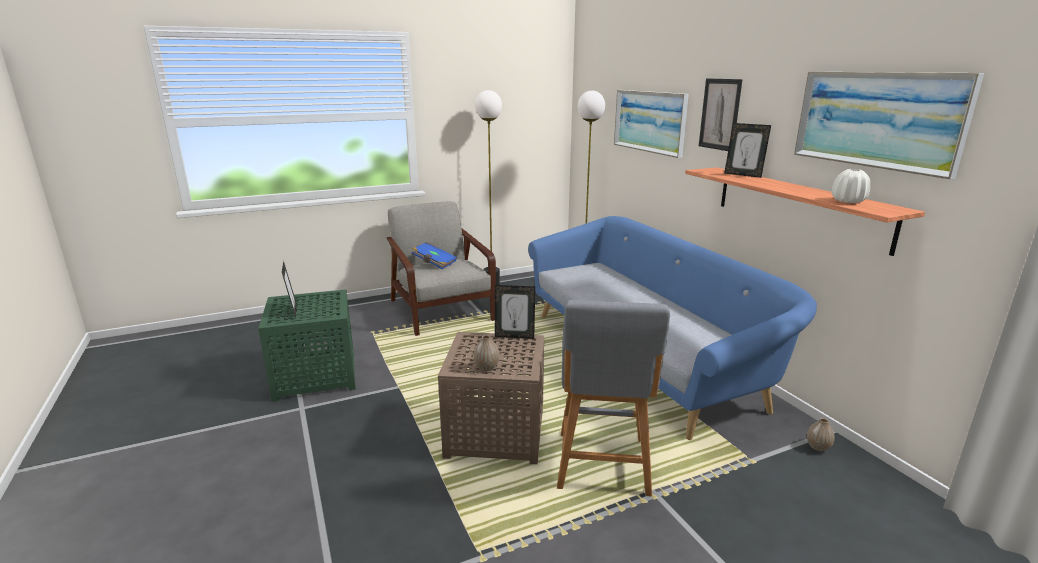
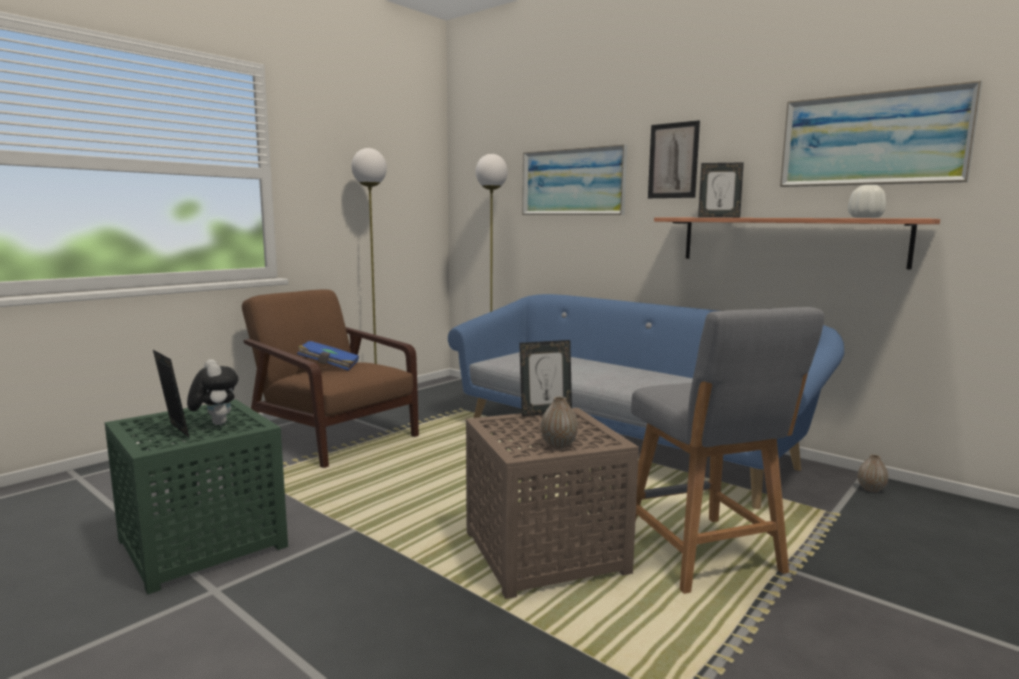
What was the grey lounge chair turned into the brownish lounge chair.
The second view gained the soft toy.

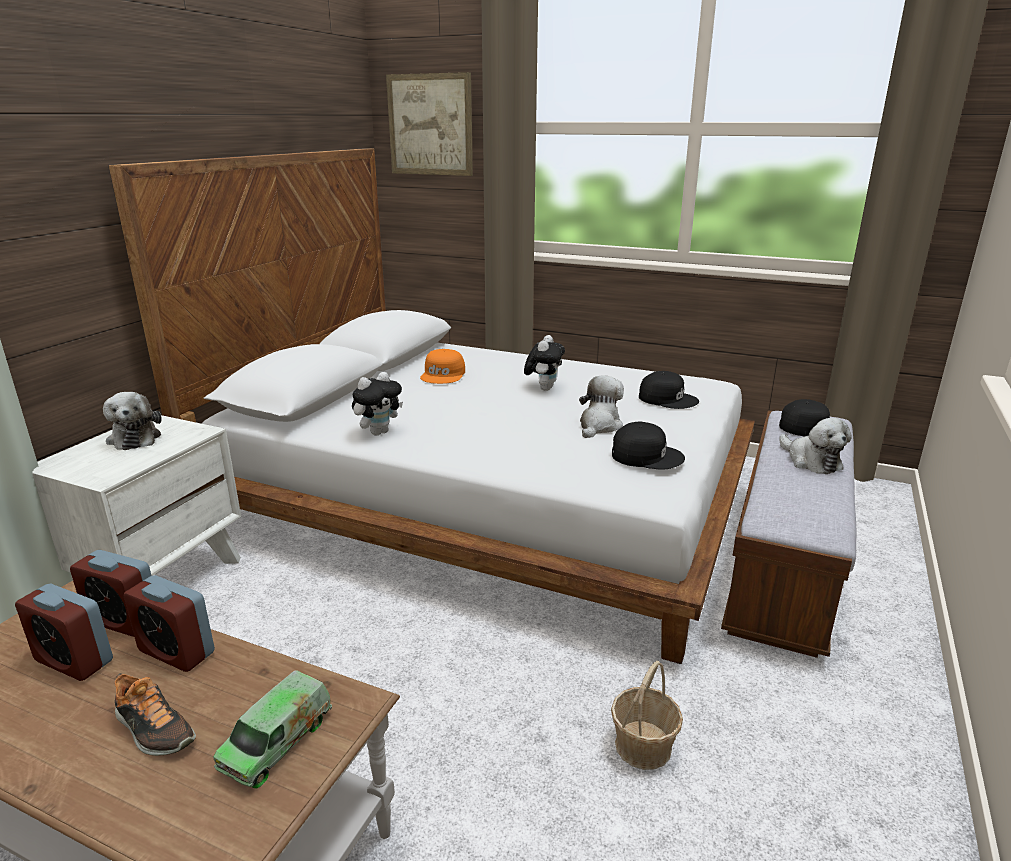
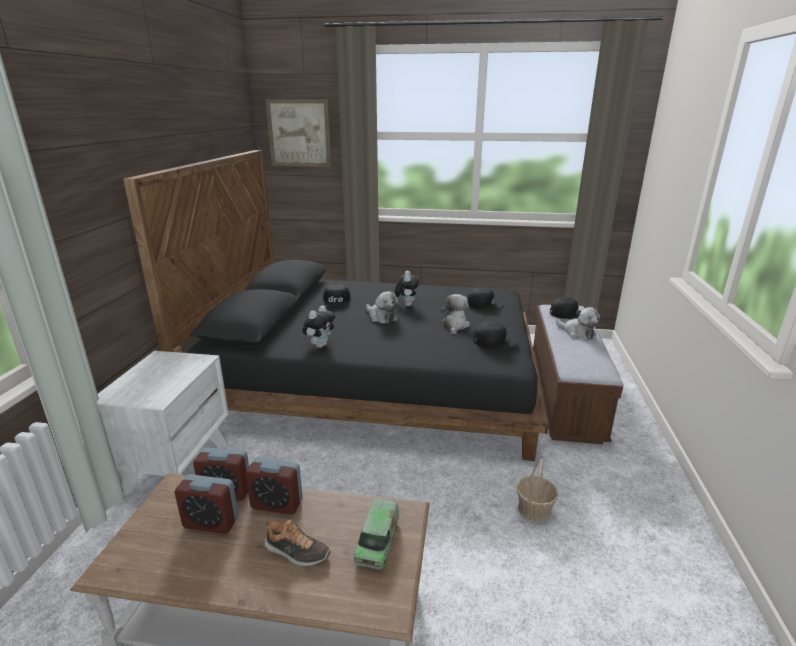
What was the white bed turned into the blackish bed.
What was the orange peaked cap turned into the blackish peaked cap (1st from left).
The soft toy (1st from left in the first image) ended up elsewhere.

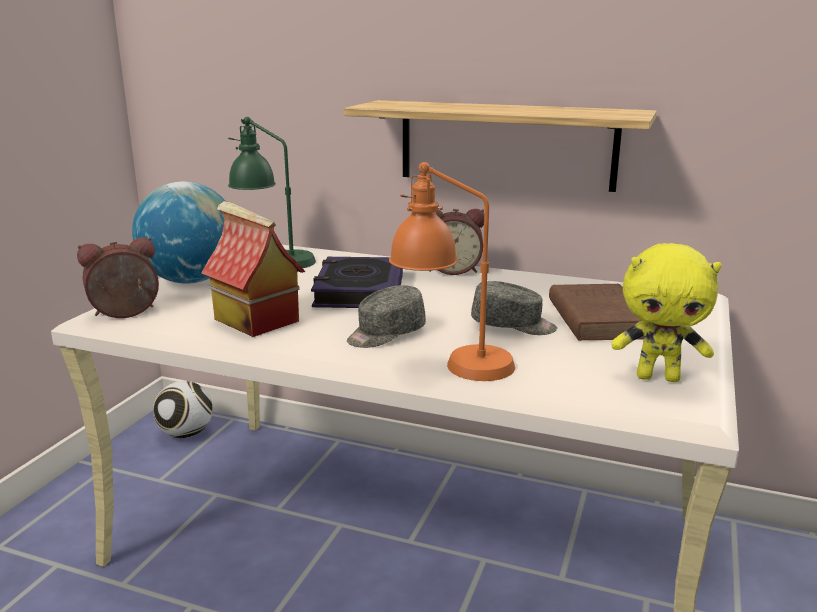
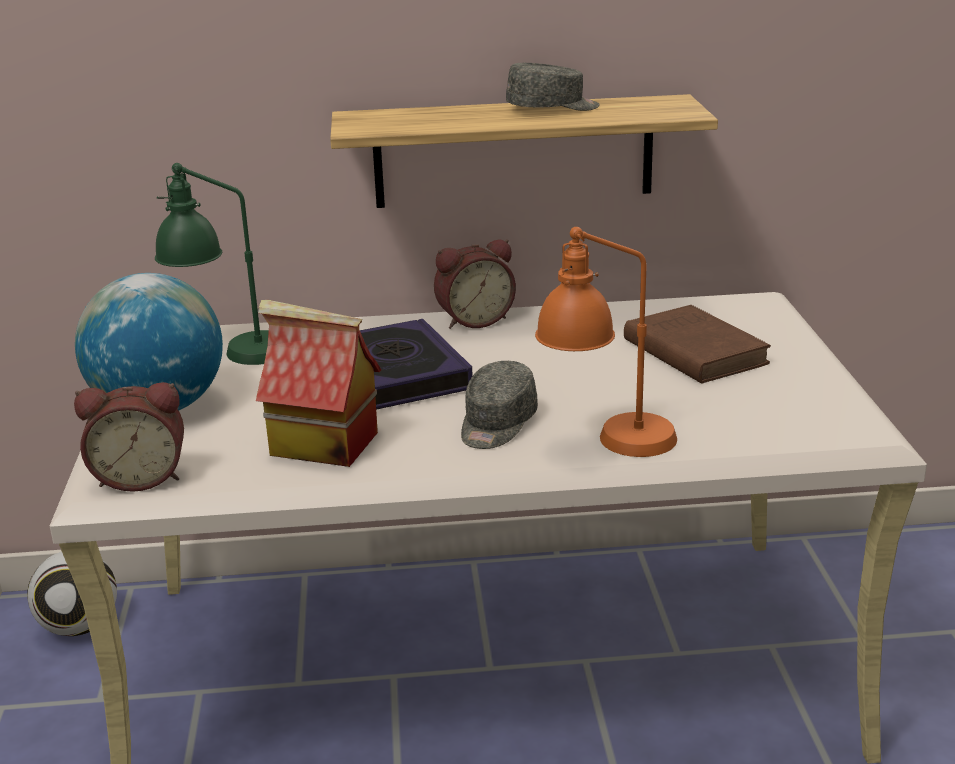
The table clock (1st from left) ended up facing another way, 135 degrees counterclockwise from before.
The second view lost the yellow-coloured soft toy.
The grey peaked cap (2nd from left) ended up elsewhere.

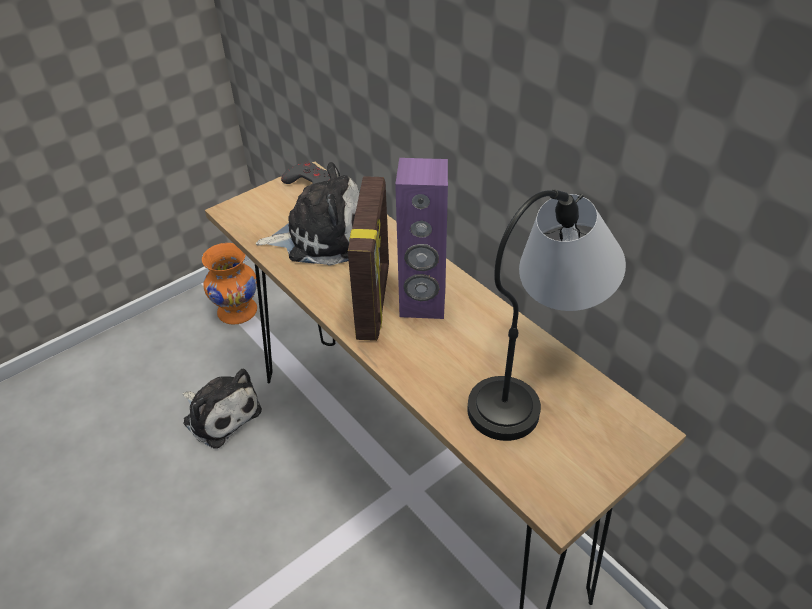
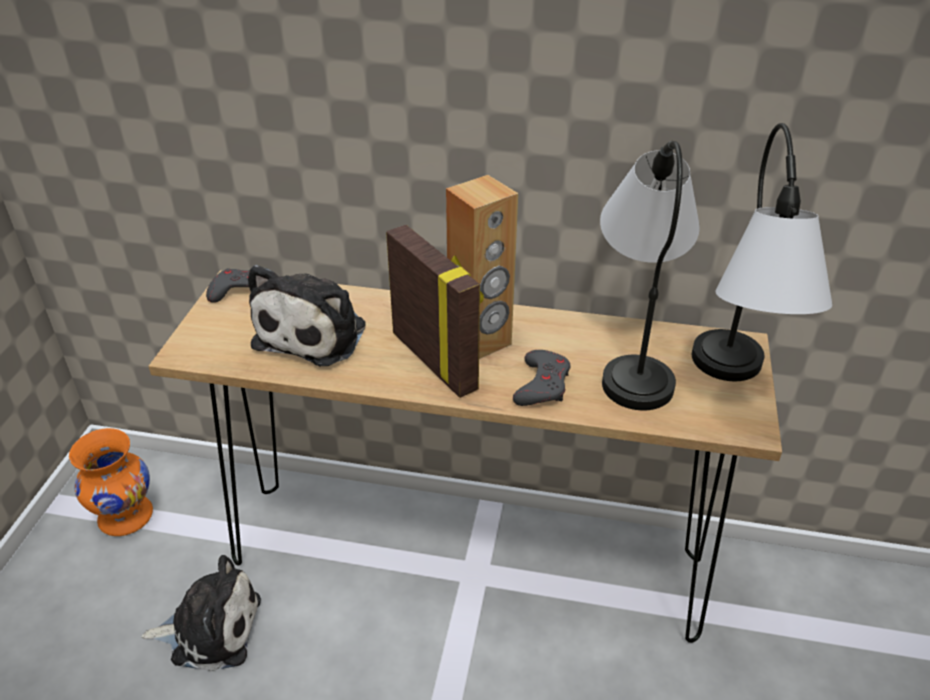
What was the purple speaker turned into the brownish speaker.
The soft toy (2nd from left) ended up facing another way, 150 degrees clockwise from before.
The second view gained the table lamp (2nd from left).
The second view gained the grey gamepad (2nd from left).

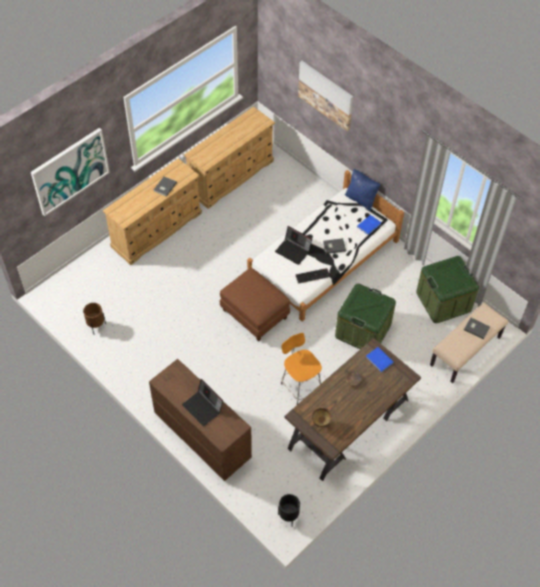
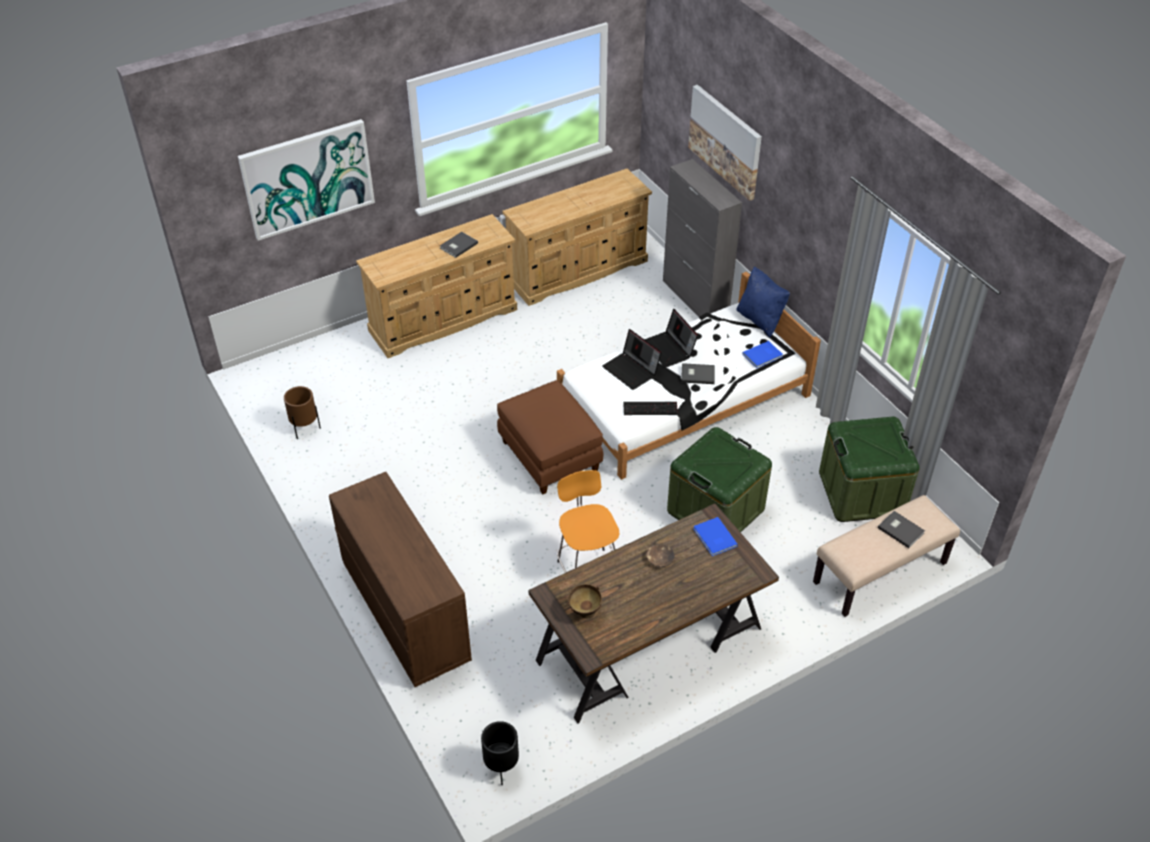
The portable computer (1st from left in the first image) ended up elsewhere.
The second view gained the grey cupboard.

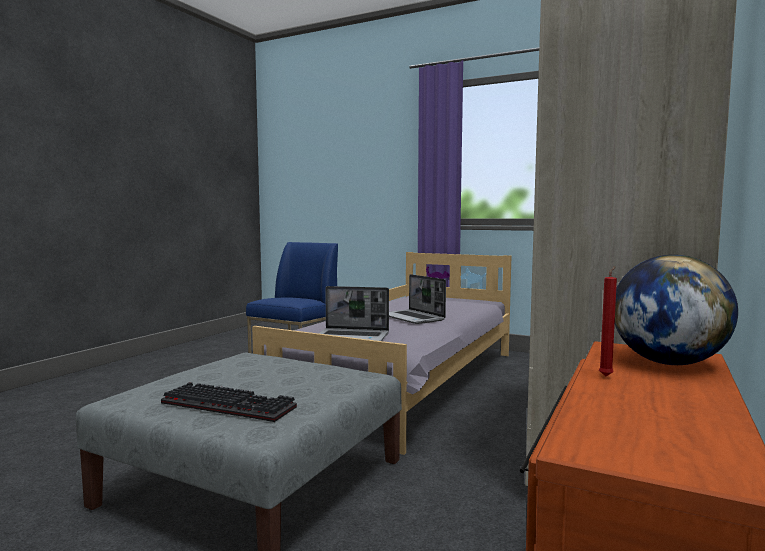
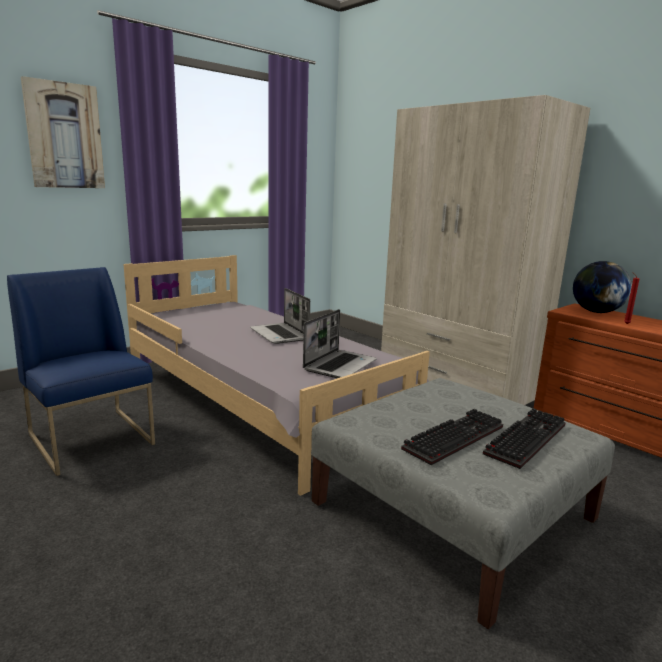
The portable computer (2nd from left in the first image) ended up facing another way, 75 degrees clockwise from before.
The second view gained the wall picture.
The second view gained the computer keyboard (1st from left).

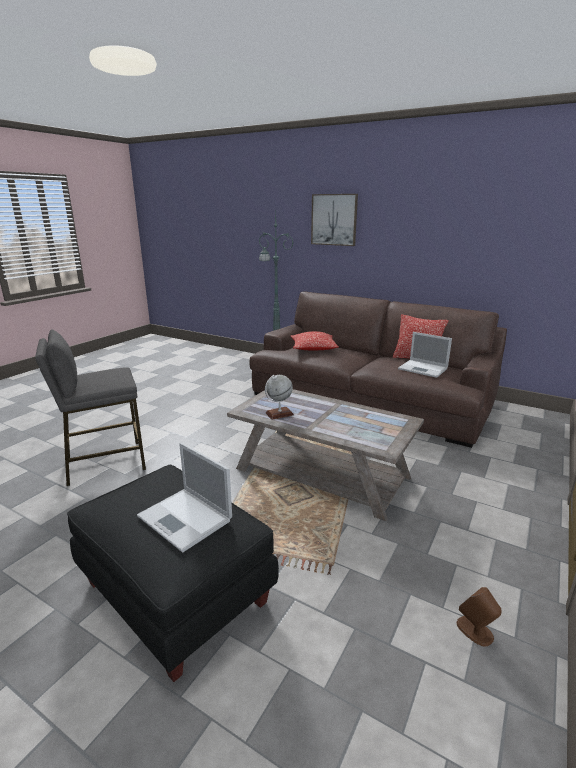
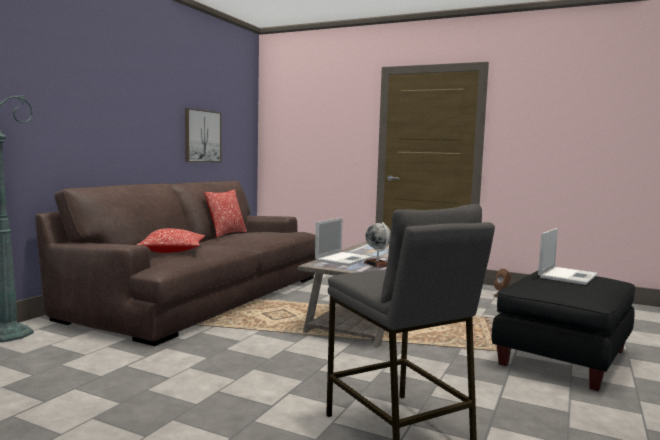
The wall picture ended up elsewhere.
The portable computer (2nd from left in the first image) ended up elsewhere.

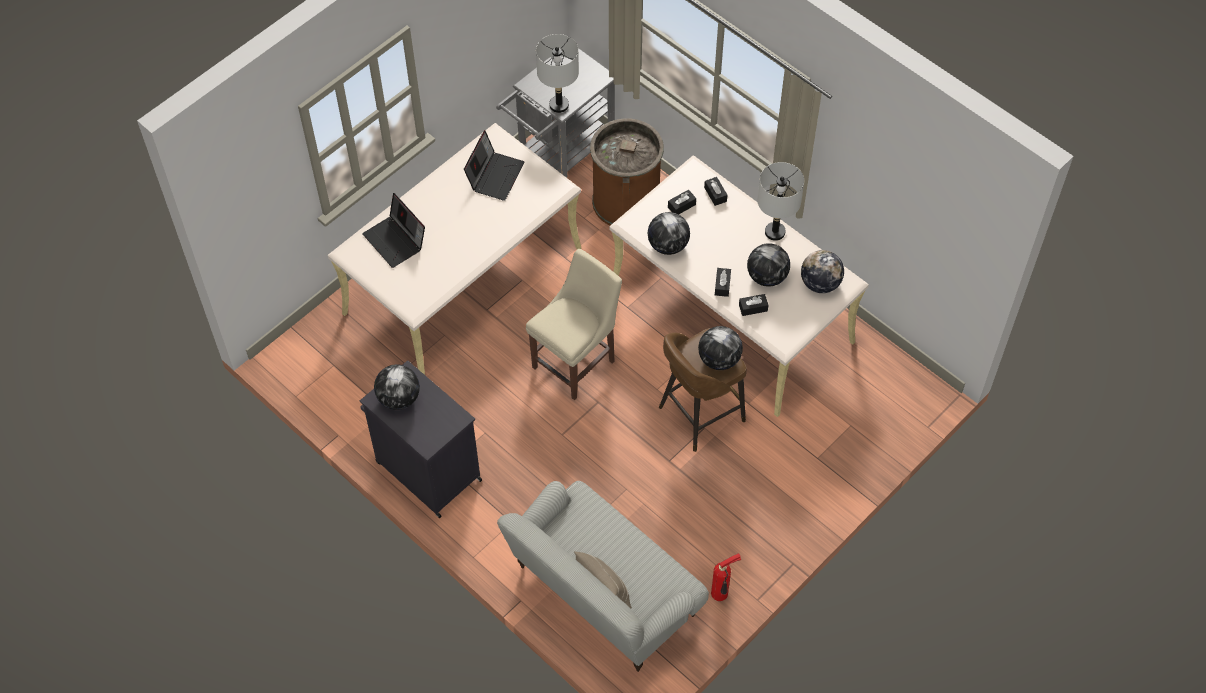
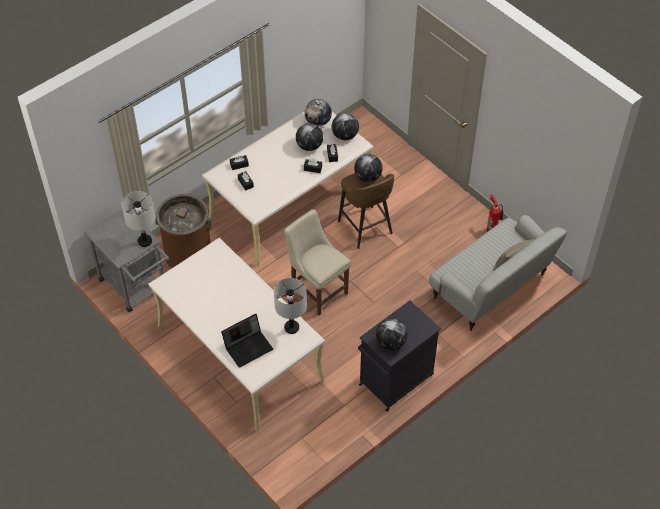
The second view lost the portable computer (2nd from left).
The grey table lamp (2nd from left) ended up elsewhere.
The world globe (2nd from left in the first image) ended up elsewhere.

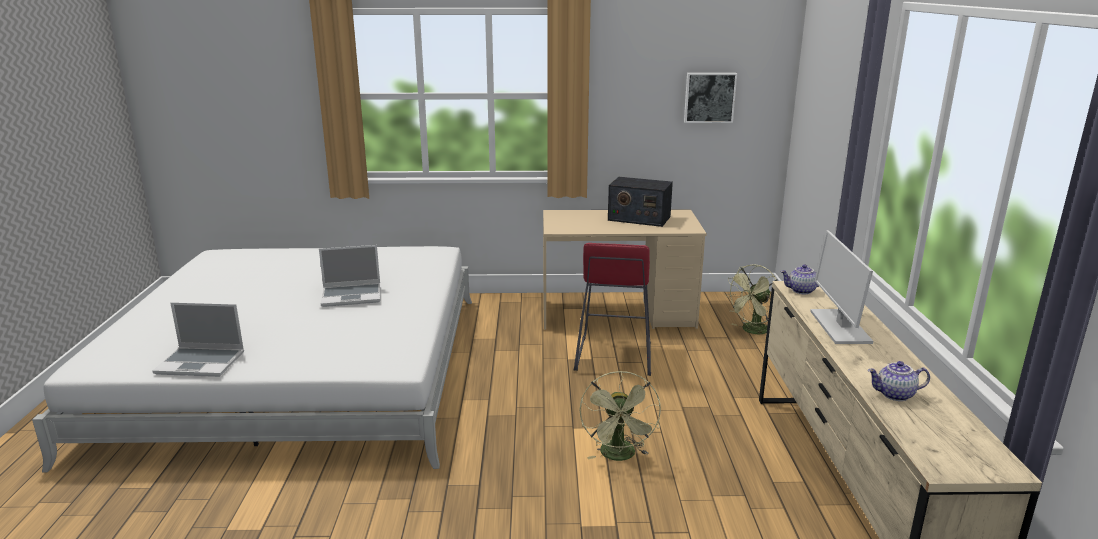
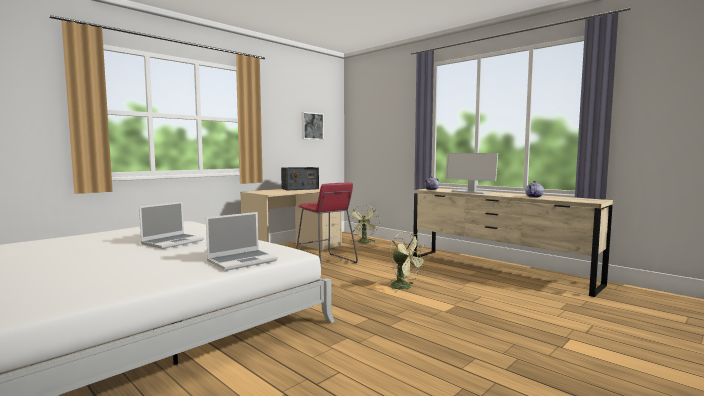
The portable computer (1st from left in the first image) ended up elsewhere.

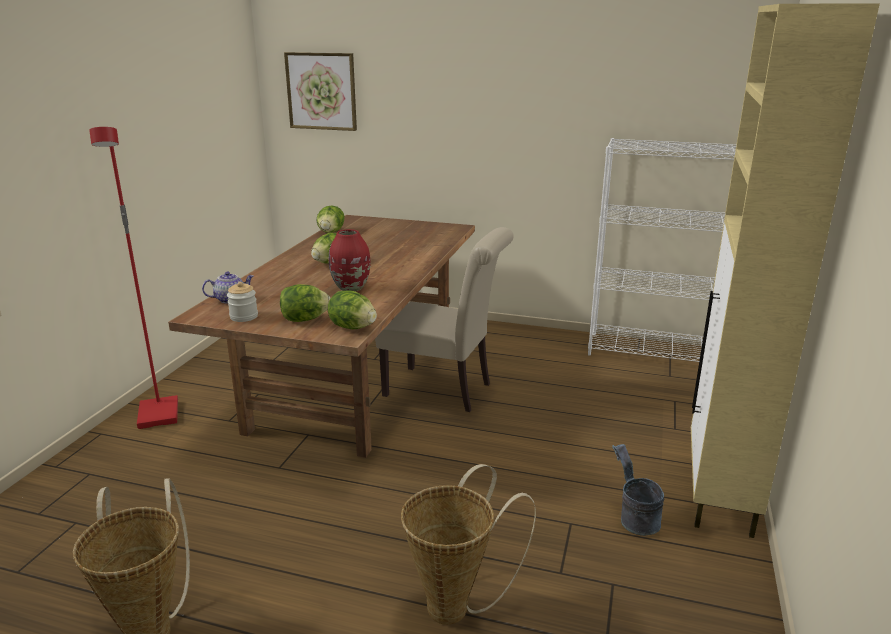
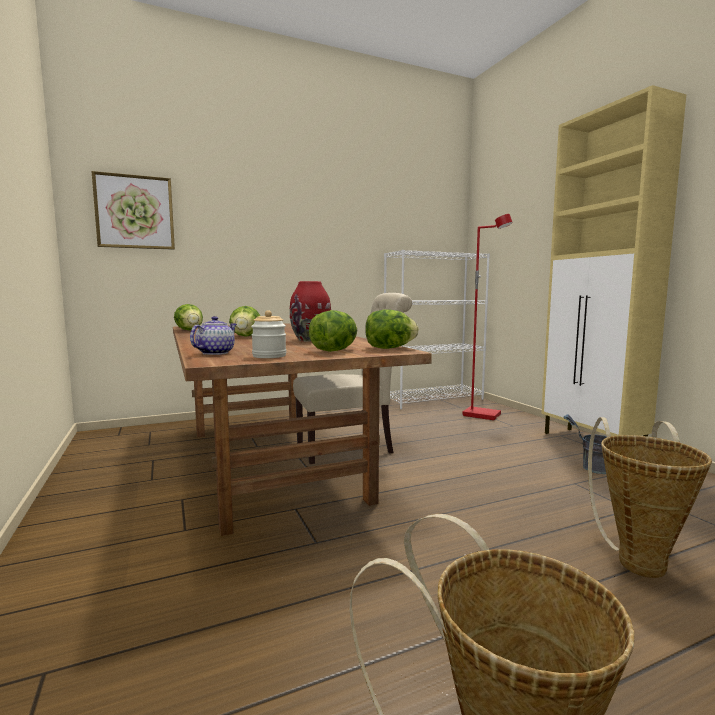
The red-coloured floor lamp ended up elsewhere.

